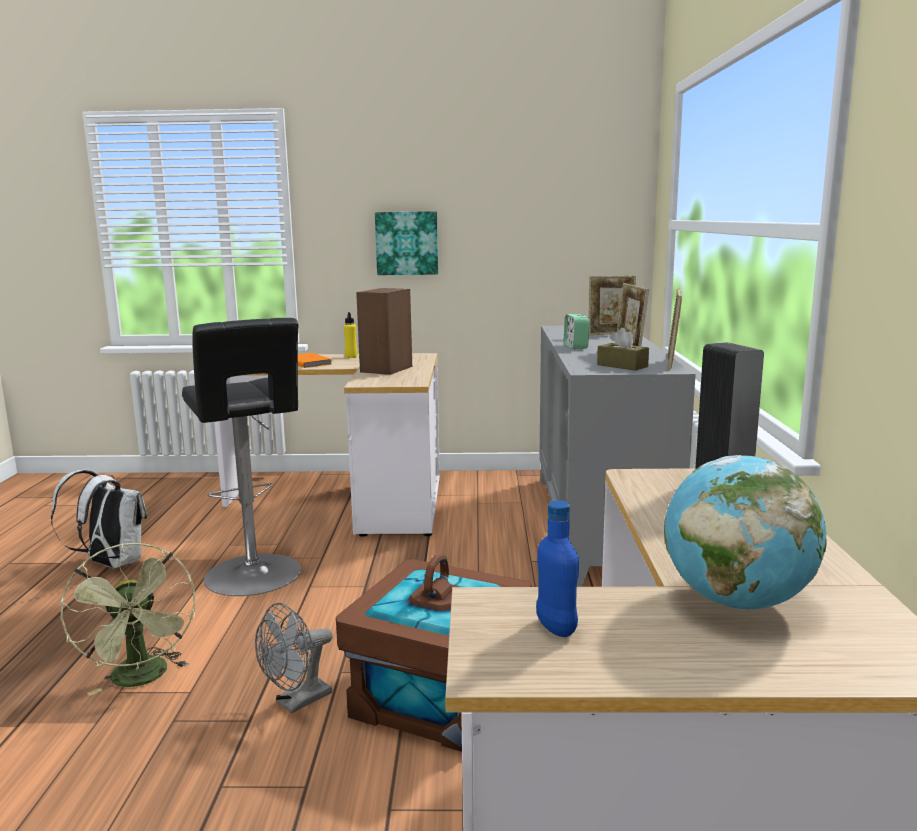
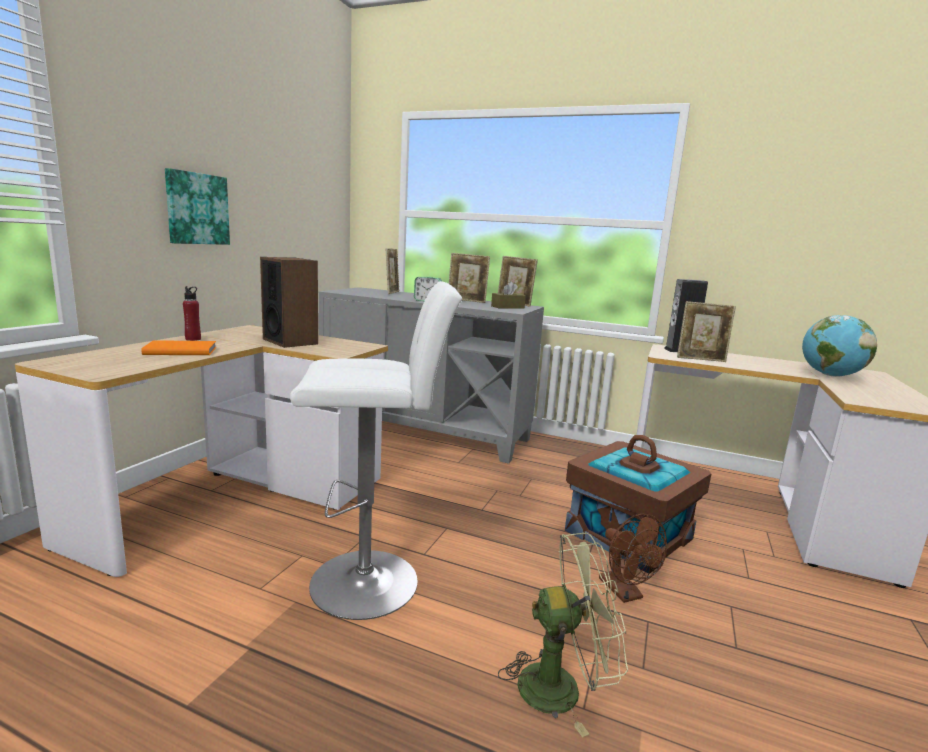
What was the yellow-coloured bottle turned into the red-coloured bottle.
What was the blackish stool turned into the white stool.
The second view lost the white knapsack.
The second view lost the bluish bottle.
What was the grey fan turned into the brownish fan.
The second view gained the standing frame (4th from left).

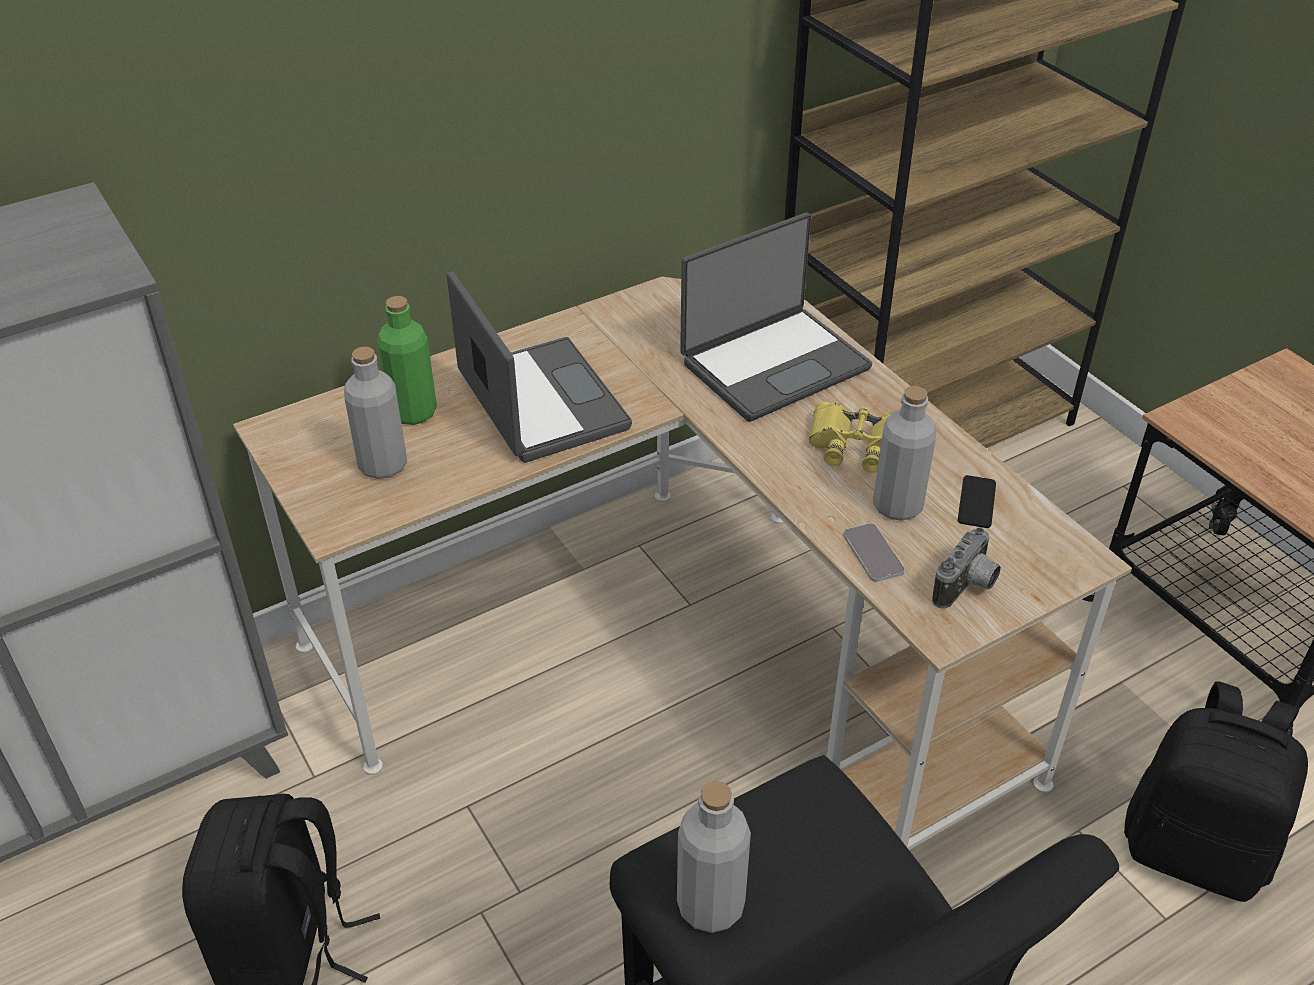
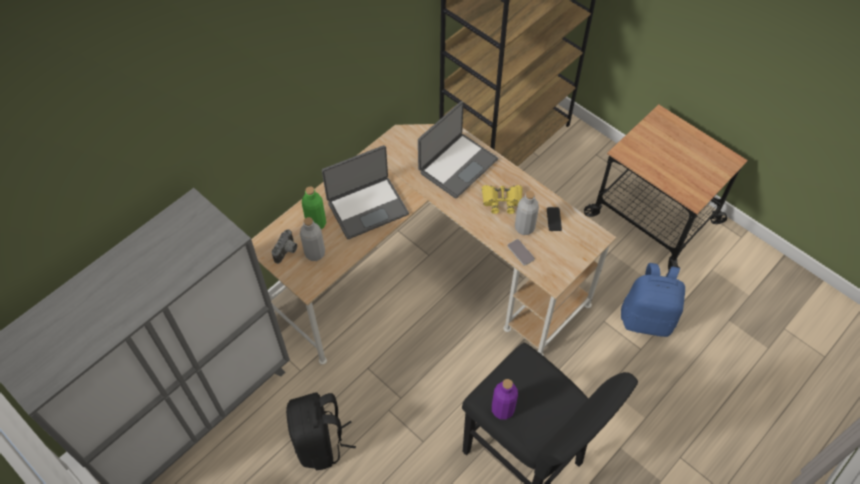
The portable computer (1st from left) ended up facing another way, 105 degrees clockwise from before.
The still camera ended up elsewhere.
What was the blackish knapsack (2nd from left) turned into the bluish knapsack.
What was the grey bottle (2nd from left) turned into the purple bottle.

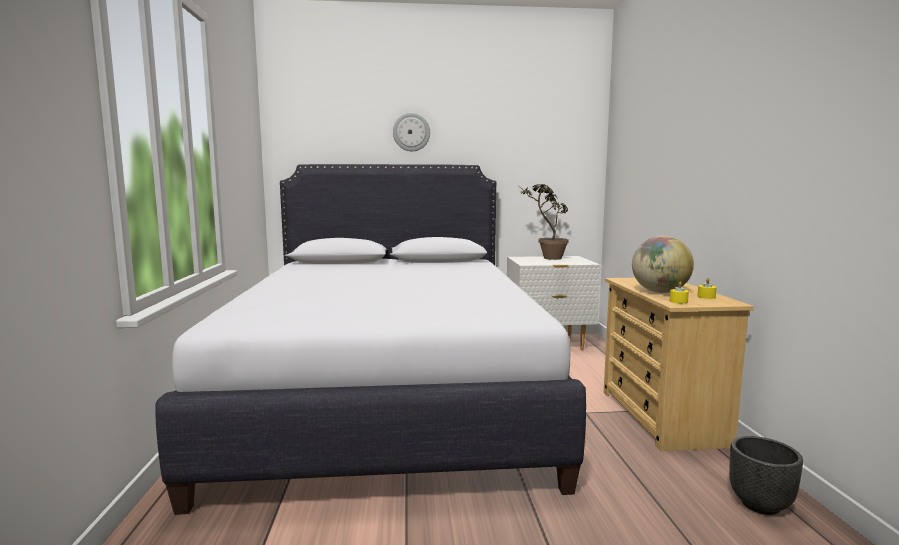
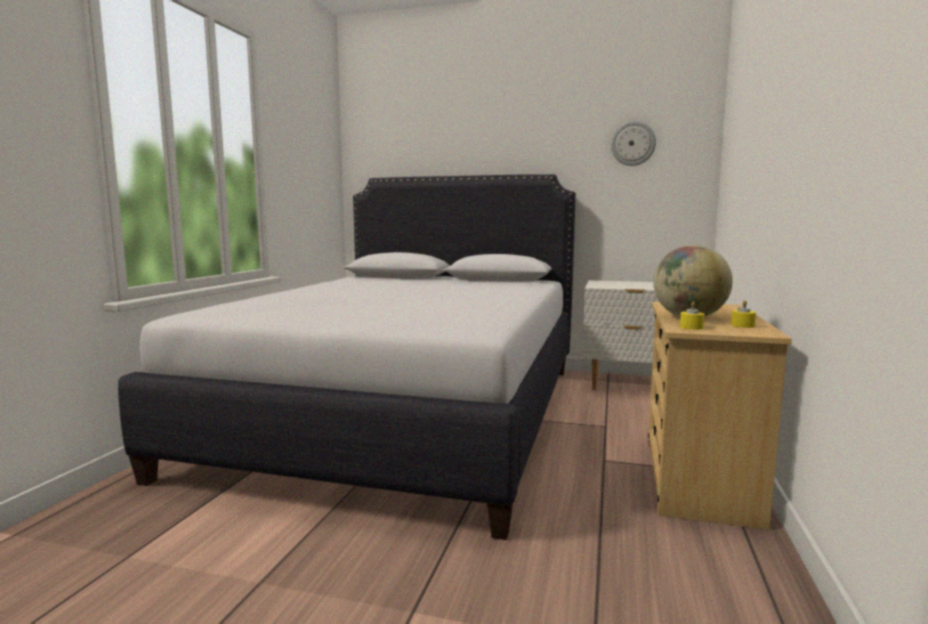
The hanging clock ended up elsewhere.
The second view lost the potted plant.
The second view lost the blackish planter.

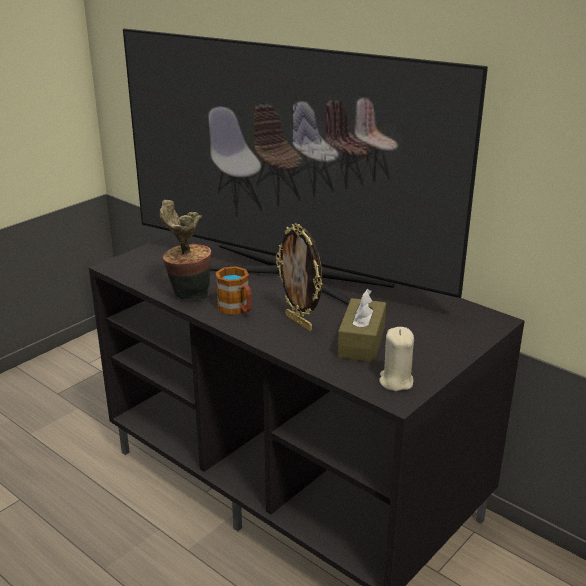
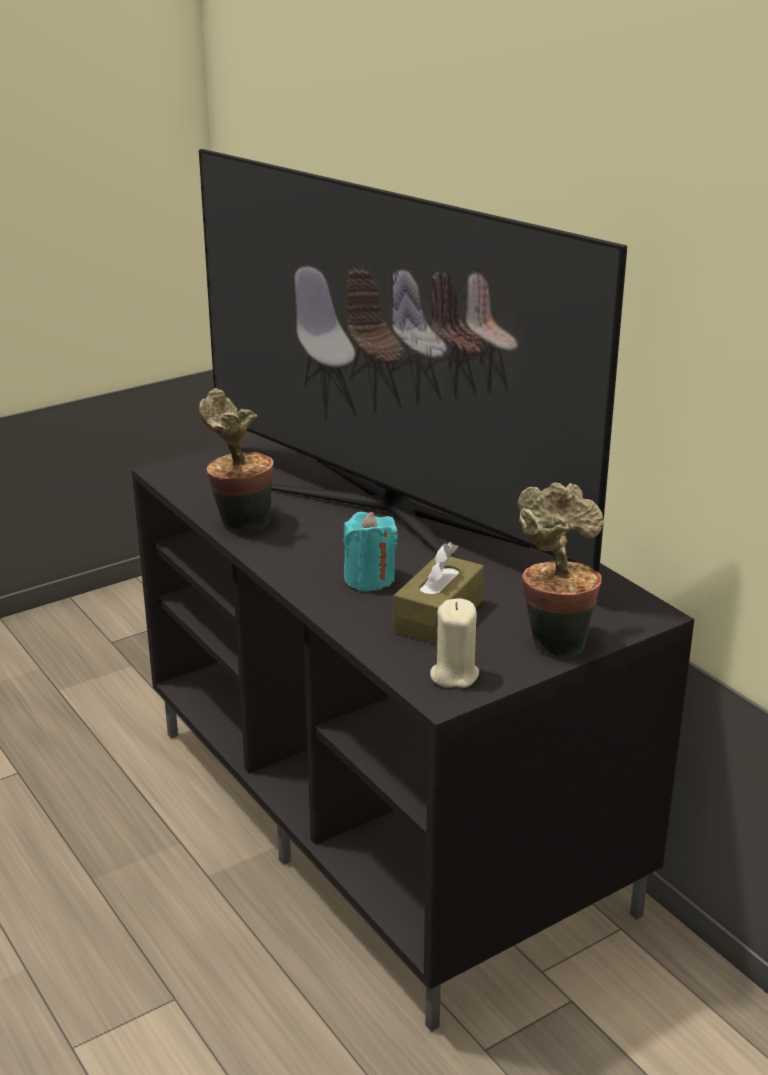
Where the standing frame stood, the blue-green candle came to stand.
The second view lost the coffee mug.
The second view gained the potted plant (2nd from left).

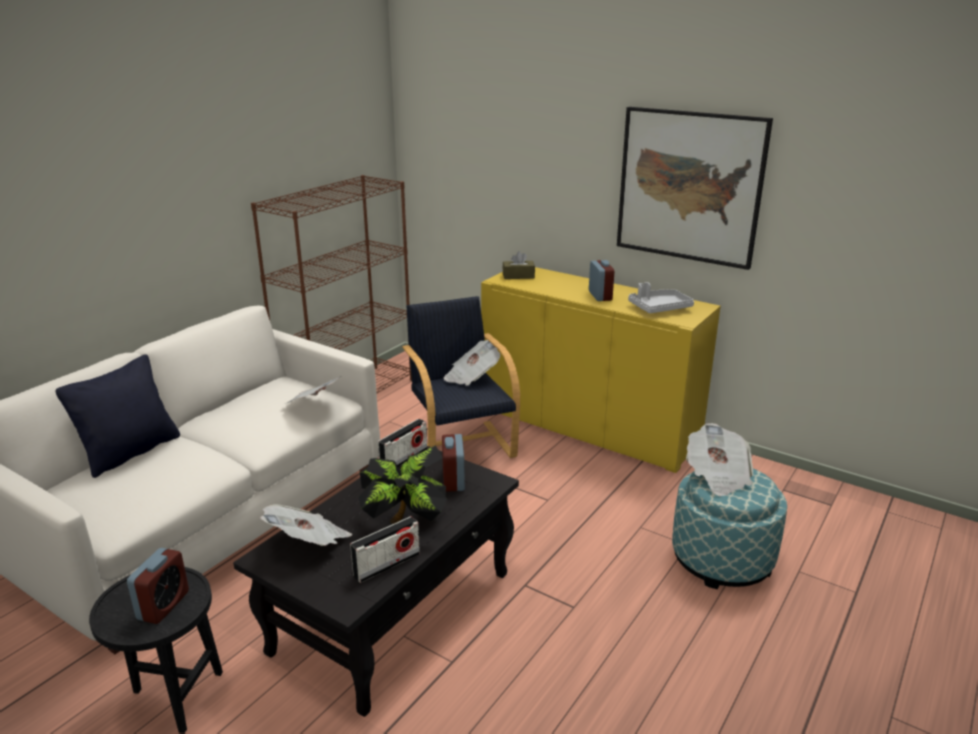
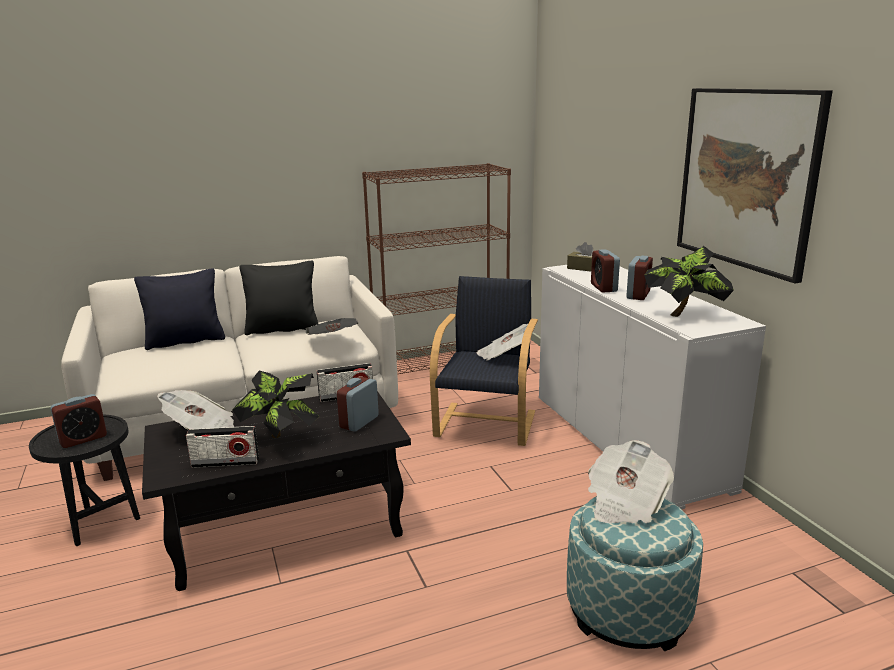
What was the yellow-coloured cupboard turned into the white cupboard.
Where the grey carrying tray stood, the potted plant (2nd from left) came to stand.
The second view gained the table clock (3rd from left).
The second view gained the blackish pillow (2nd from left).

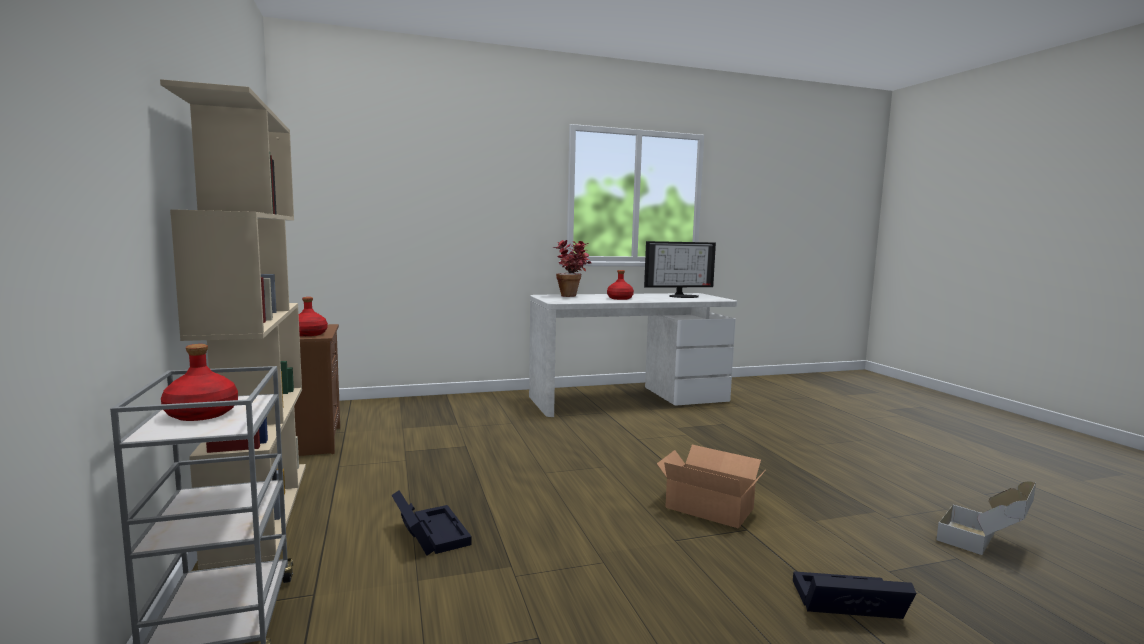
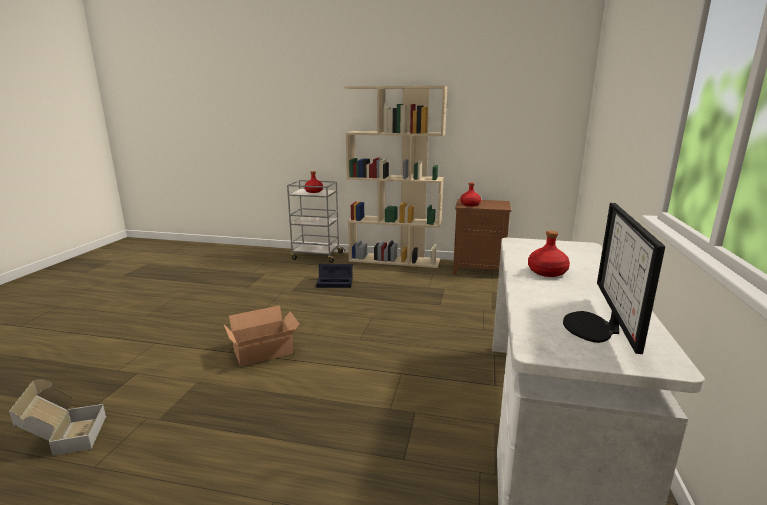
The second view lost the potted plant.
The second view lost the blackish storage box (2nd from left).

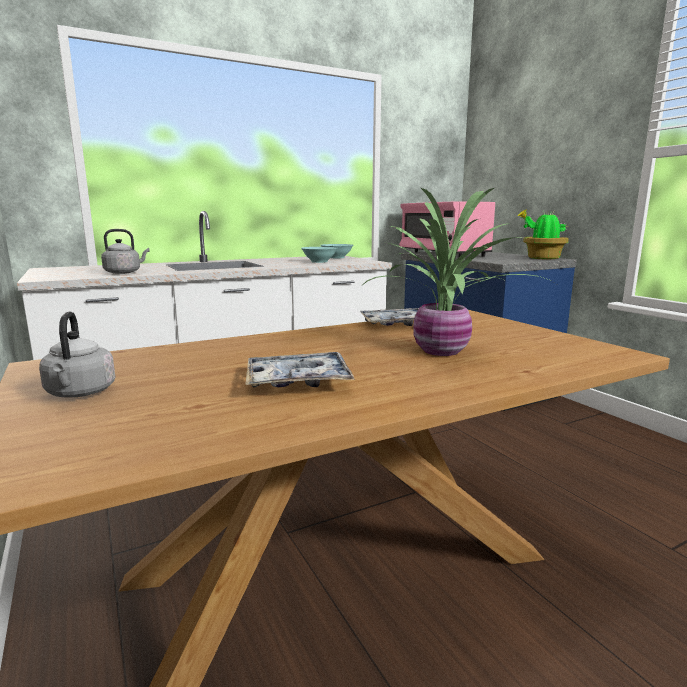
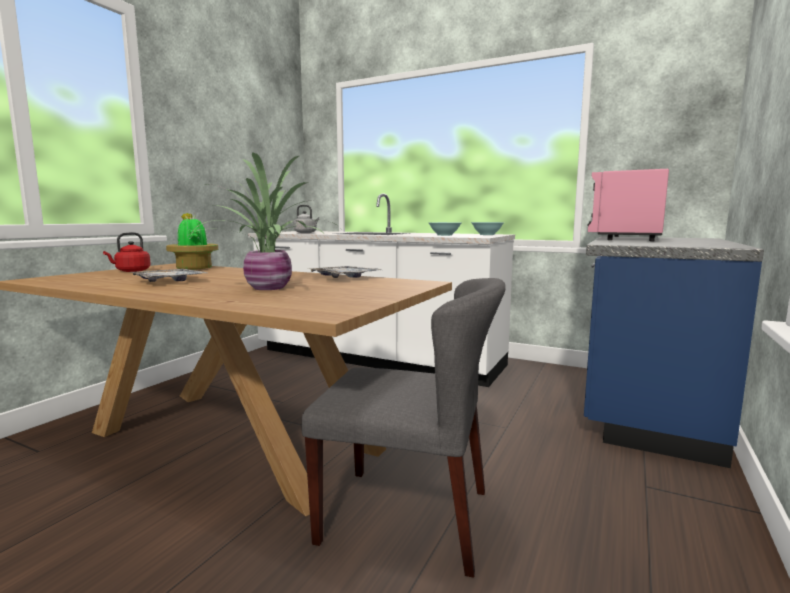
The potted plant (2nd from left in the first image) ended up elsewhere.
What was the grey water kettle (1st from left) turned into the red-coloured water kettle.
The second view gained the grey chair.

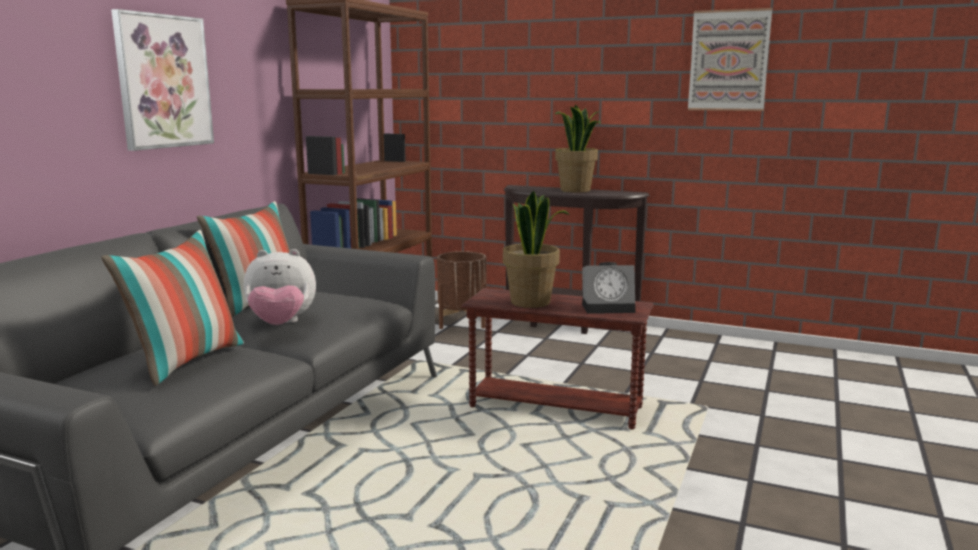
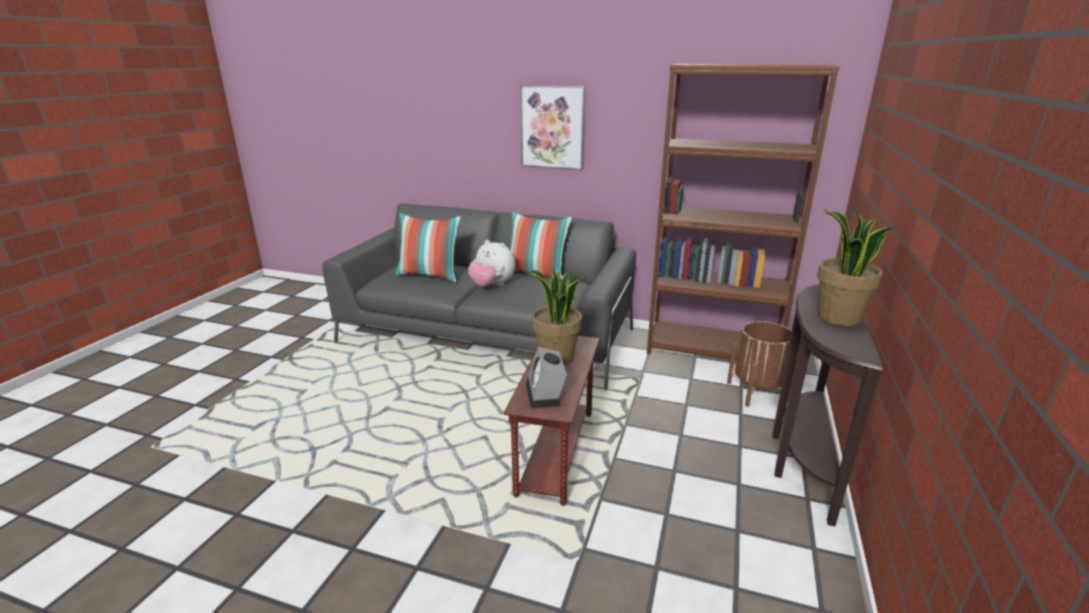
The second view lost the wall picture (2nd from left).
The soft toy ended up facing another way, 45 degrees counterclockwise from before.

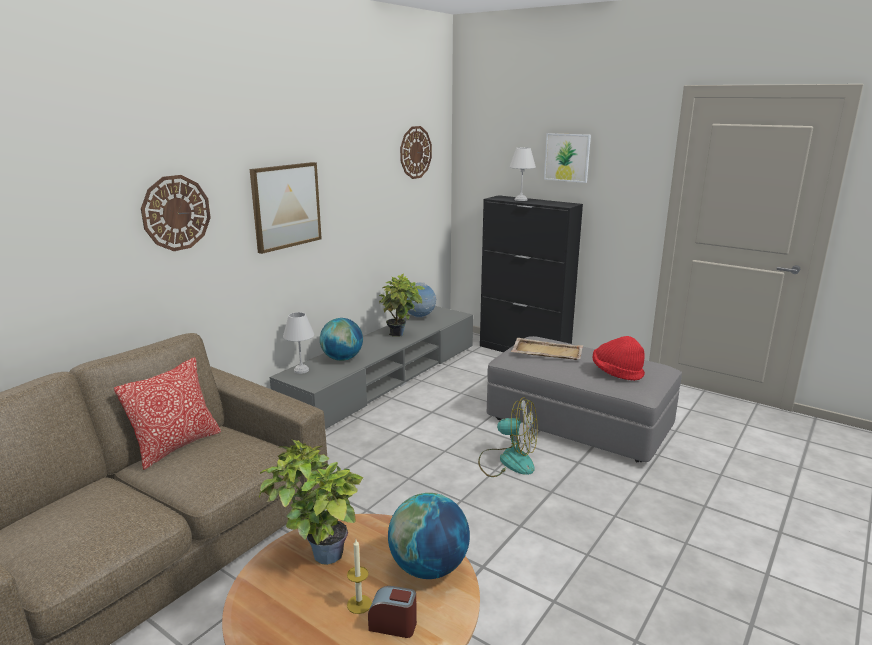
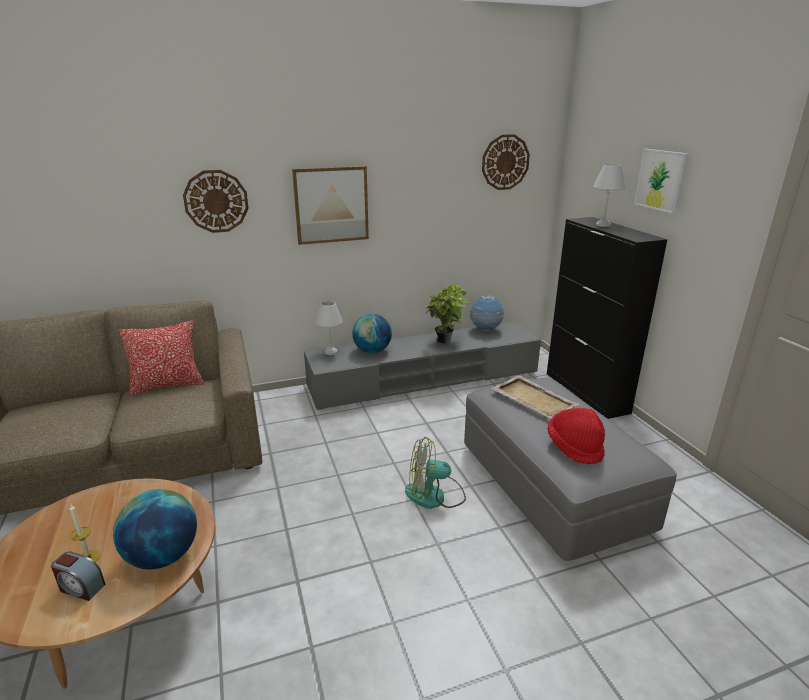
The fan ended up facing another way, 120 degrees clockwise from before.
The second view lost the potted plant (1st from left).
The table clock ended up facing another way, 150 degrees clockwise from before.

